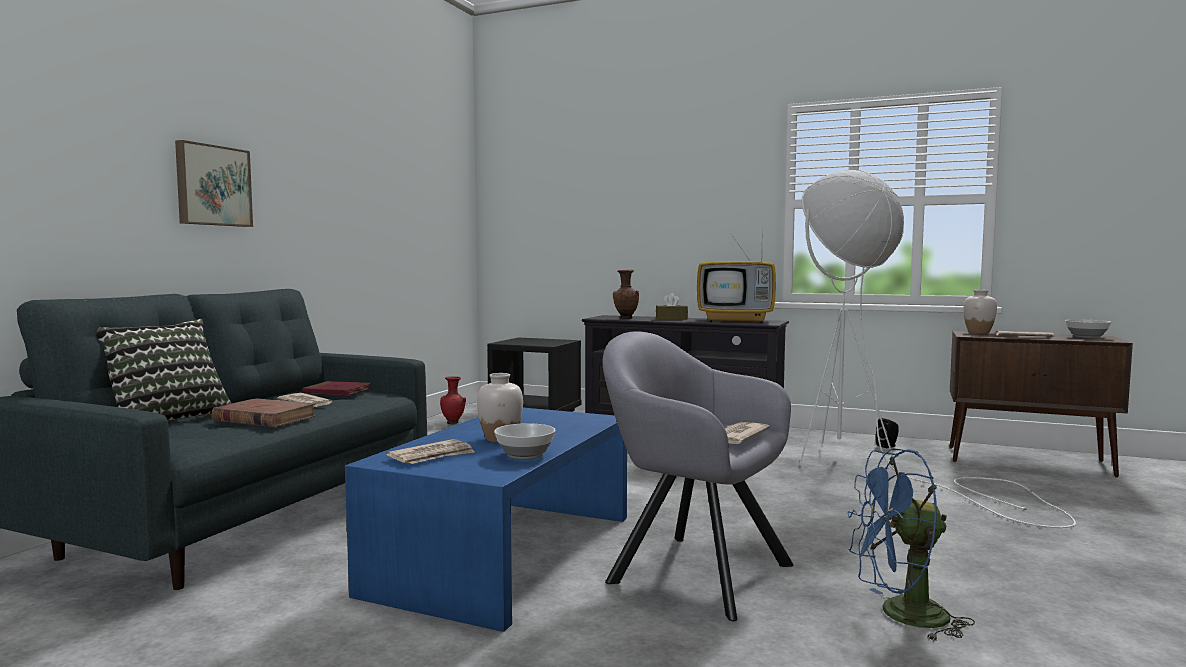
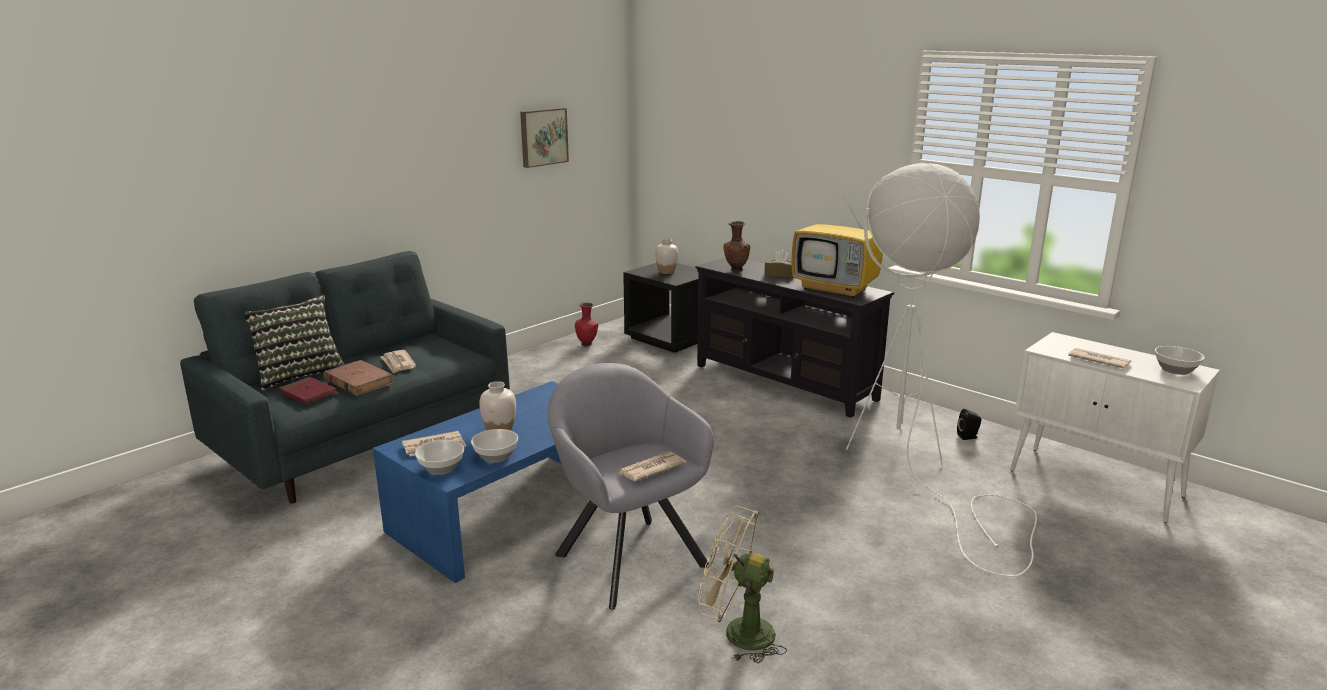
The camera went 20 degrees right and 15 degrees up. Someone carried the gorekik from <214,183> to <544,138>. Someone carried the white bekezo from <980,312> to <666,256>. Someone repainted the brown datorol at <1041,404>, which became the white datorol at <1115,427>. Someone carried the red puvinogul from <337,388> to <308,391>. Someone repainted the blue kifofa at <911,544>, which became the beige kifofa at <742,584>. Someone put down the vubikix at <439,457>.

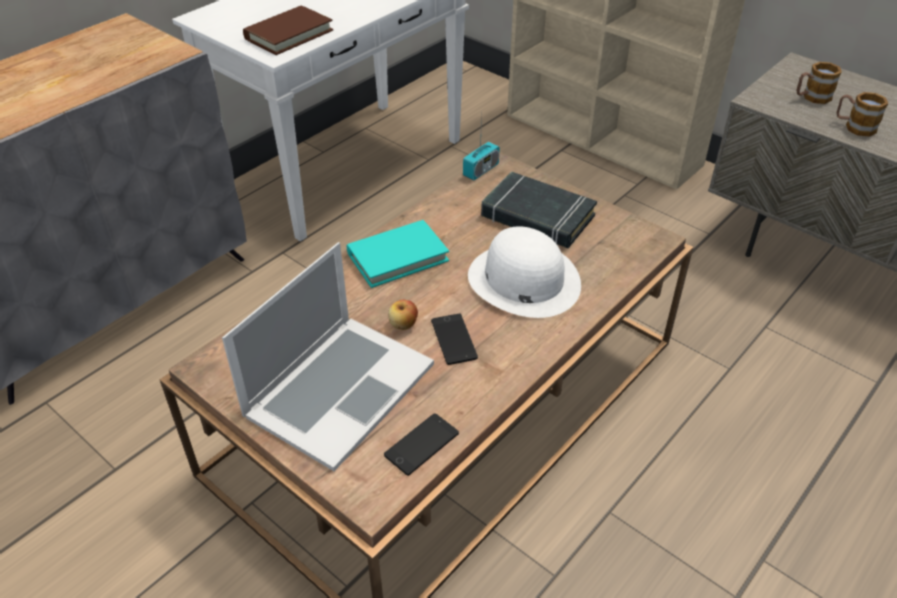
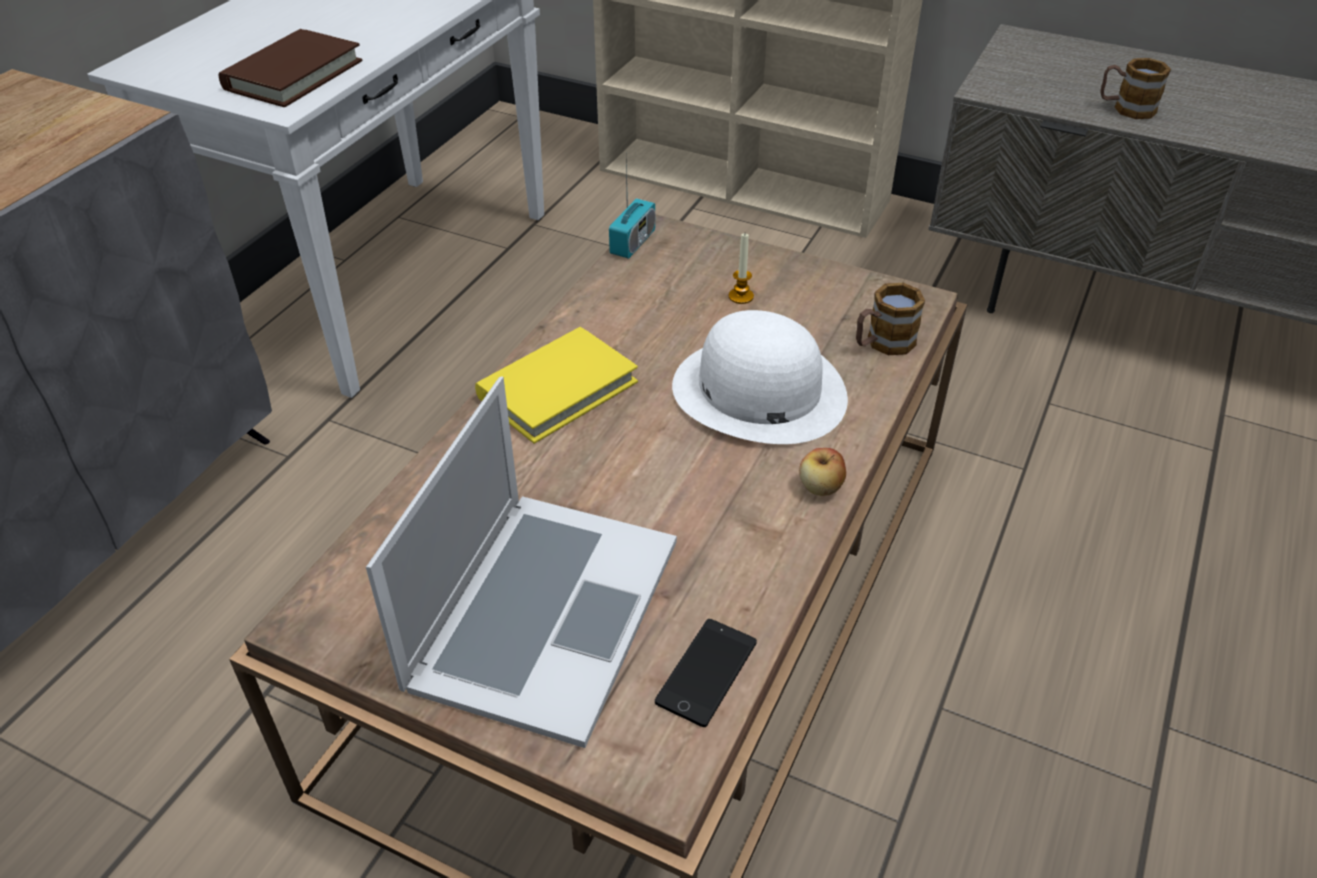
The camera went 15 degrees left and 0 degrees up. Someone carried the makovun from <819,83> to <890,319>. Someone swapped the black puvinogul at <539,209> for the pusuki at <741,269>. Someone repainted the turquoise puvinogul at <398,254>, which became the yellow puvinogul at <556,385>. Someone carried the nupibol from <403,315> to <822,472>. Someone took away the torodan at <454,339>.

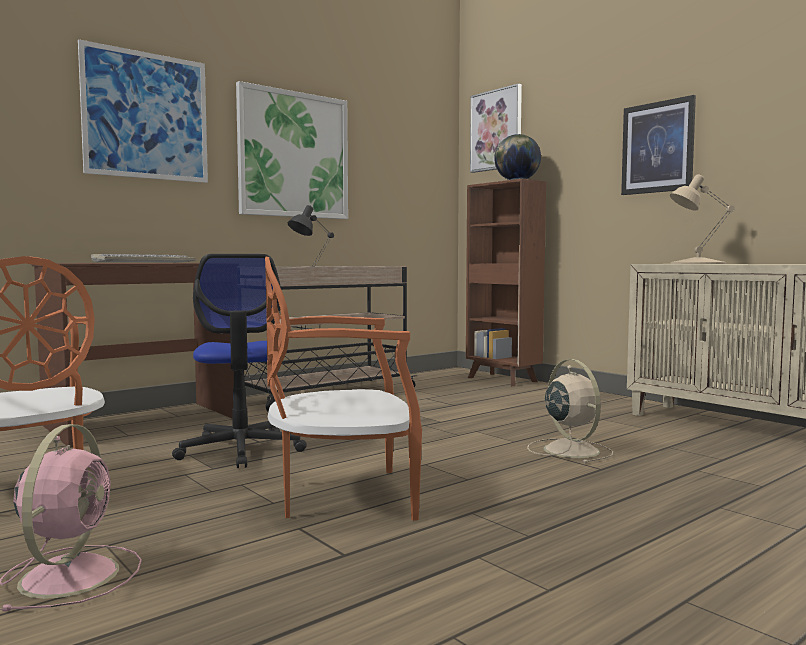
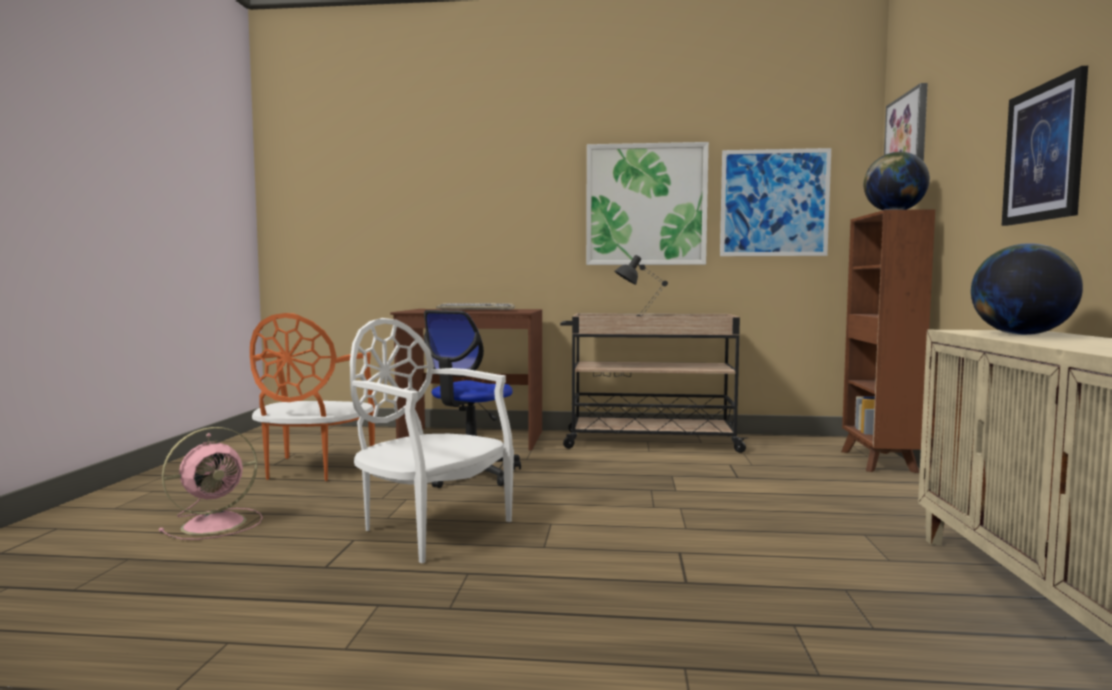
The camera went 45 degrees right and 0 degrees up. Someone carried the gorekik from <143,111> to <775,202>. Someone swapped the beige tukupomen at <702,219> for the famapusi at <1027,289>. Someone repainted the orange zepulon at <343,388>, which became the white zepulon at <432,440>. Someone took away the beige kifofa at <570,411>.

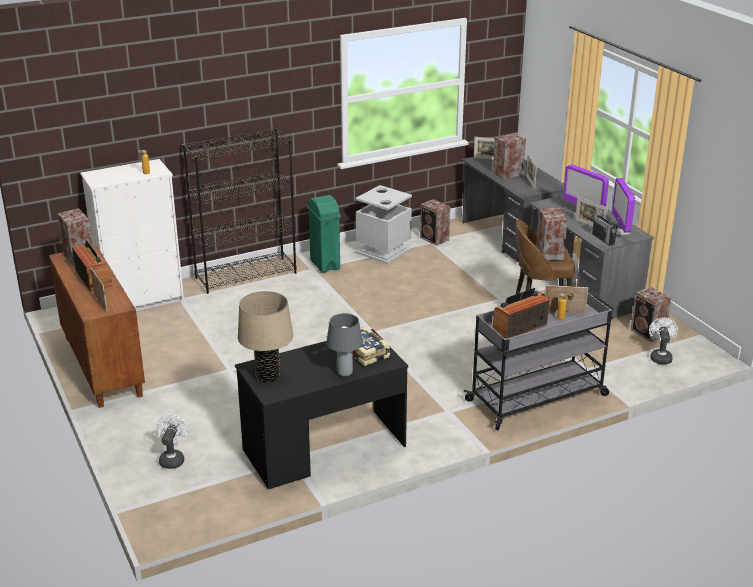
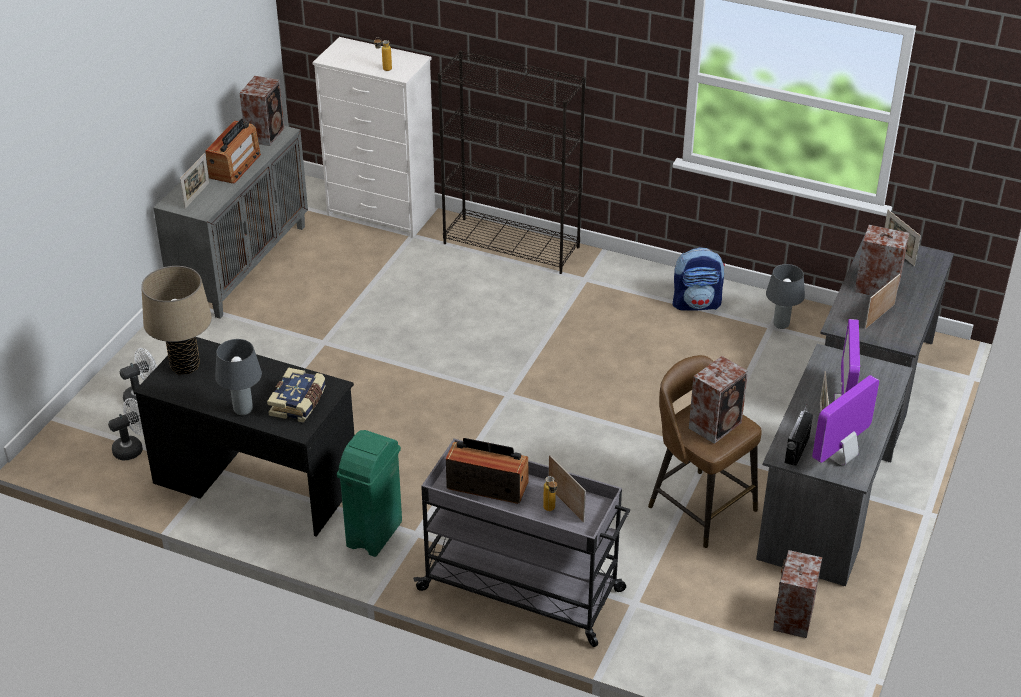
The camera went 50 degrees right and 10 degrees up. Someone swapped the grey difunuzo at <383,224> for the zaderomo at <699,278>. Someone carried the green difunuzo from <324,234> to <369,493>. Someone swapped the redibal at <435,222> for the grey tukupomen at <785,296>. Someone repainted the brown datorol at <97,327>, which became the grey datorol at <230,222>. Someone carried the white kifofa from <663,340> to <126,429>.

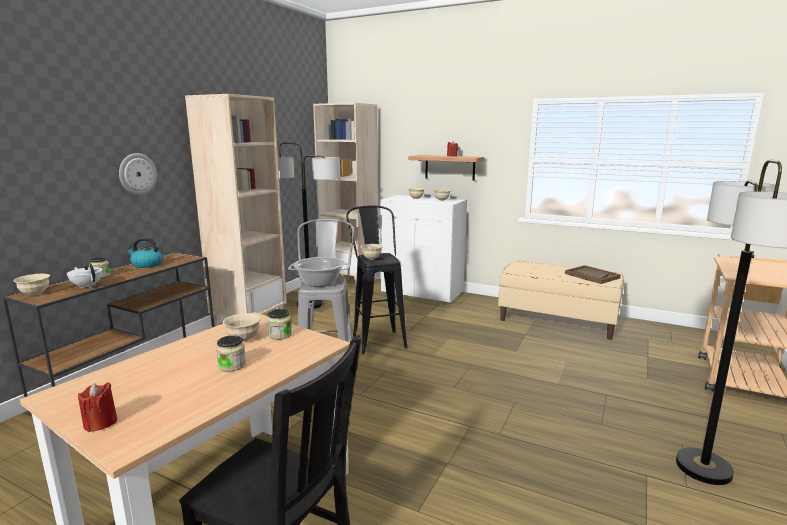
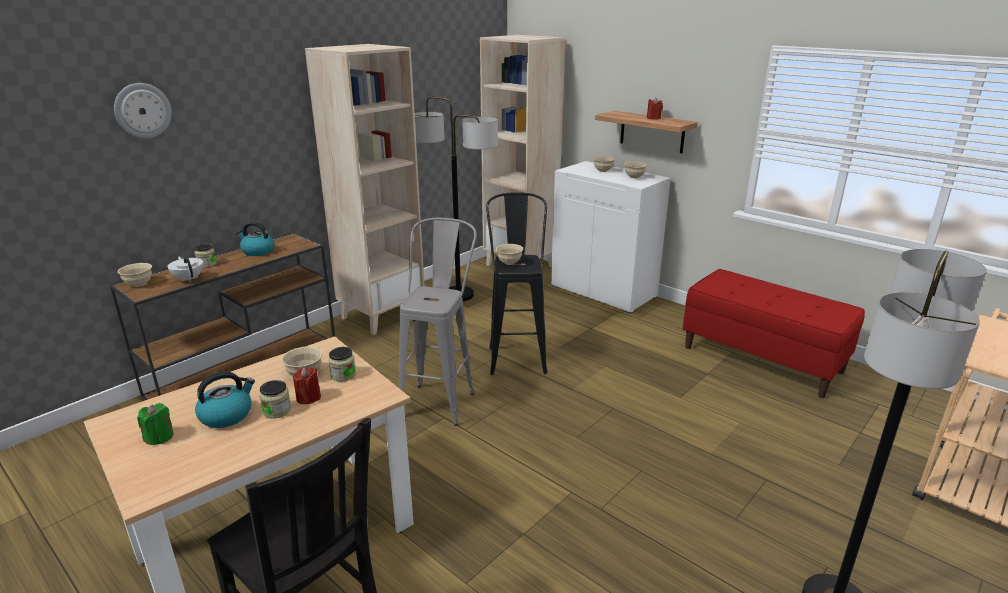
The camera went 15 degrees right and 10 degrees up. Someone carried the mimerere from <138,174> to <143,110>. Someone took away the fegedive at <319,272>. Someone repainted the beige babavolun at <561,300>, which became the red babavolun at <774,333>. Someone took away the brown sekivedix at <593,274>. Someone carried the red pusuki from <97,407> to <307,385>. Someone put down the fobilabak at <225,399>. Someone put down the green pusuki at <155,424>.

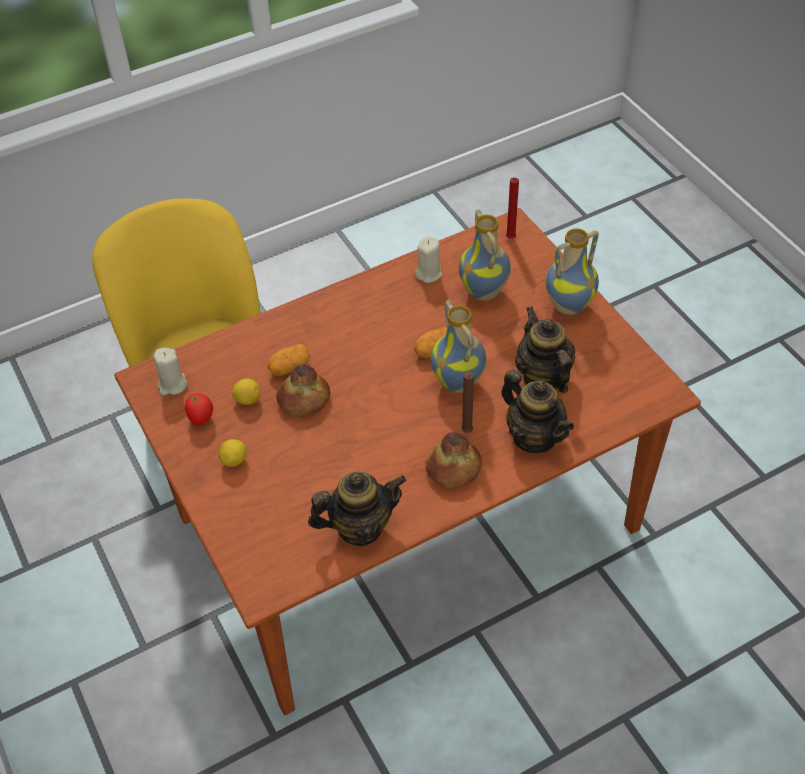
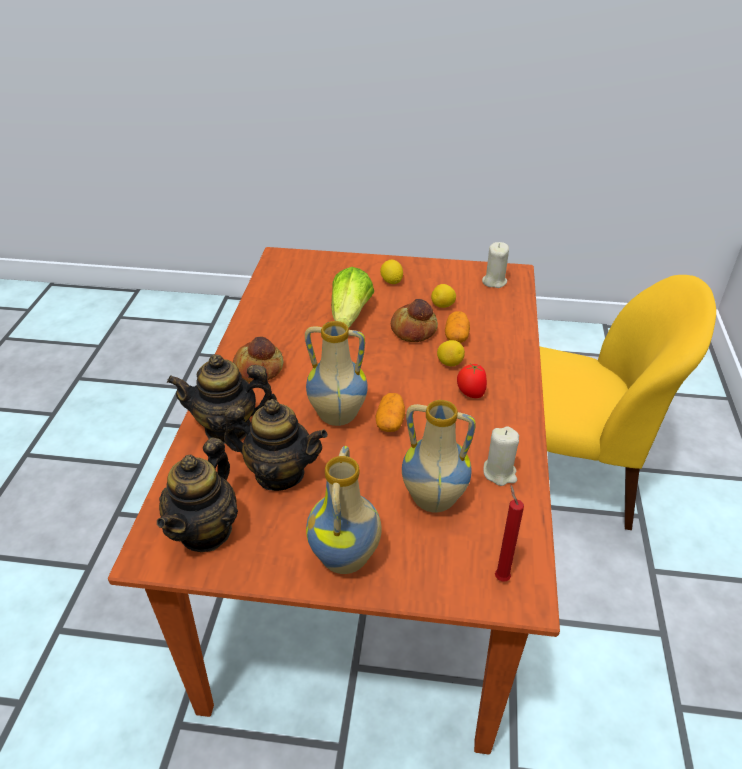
The camera went 125 degrees right and 10 degrees down. Someone took away the brown pusuki at <467,402>. Someone carried the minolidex from <199,410> to <472,381>. Someone carried the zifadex from <357,508> to <197,494>. Someone put down the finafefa at <352,297>. Someone put down the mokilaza at <451,353>.

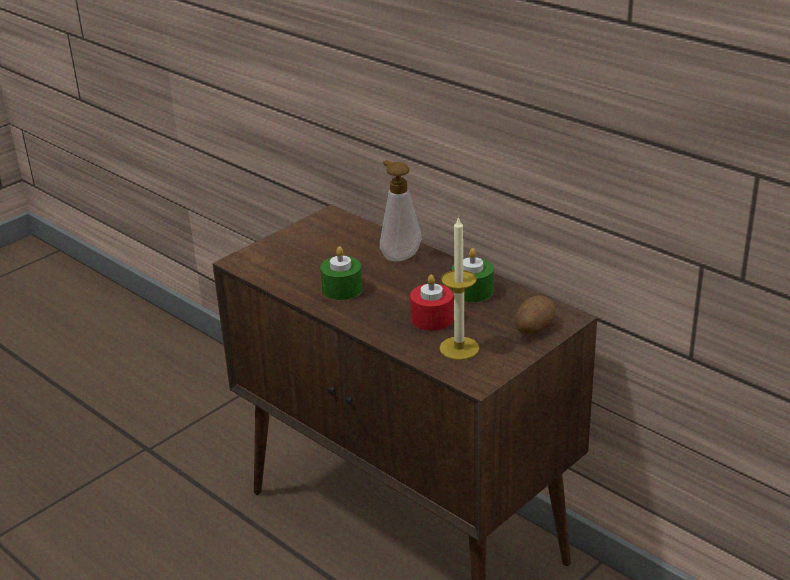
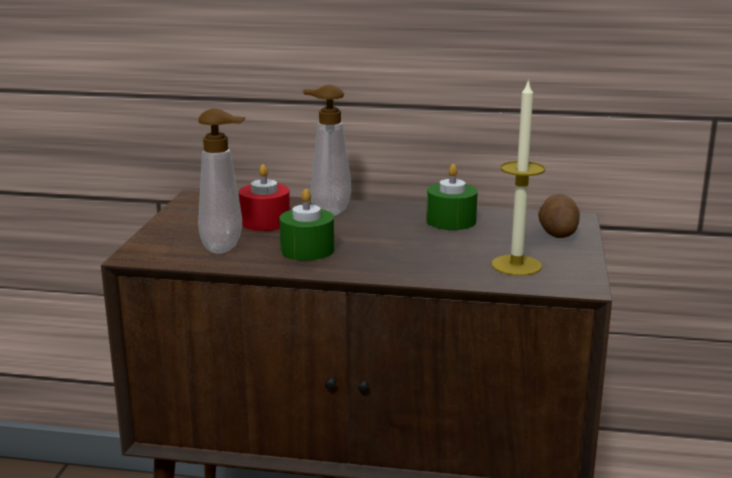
The camera went 35 degrees left and 10 degrees down. Someone carried the red pusuki from <431,302> to <264,197>. Someone put down the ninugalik at <222,181>.

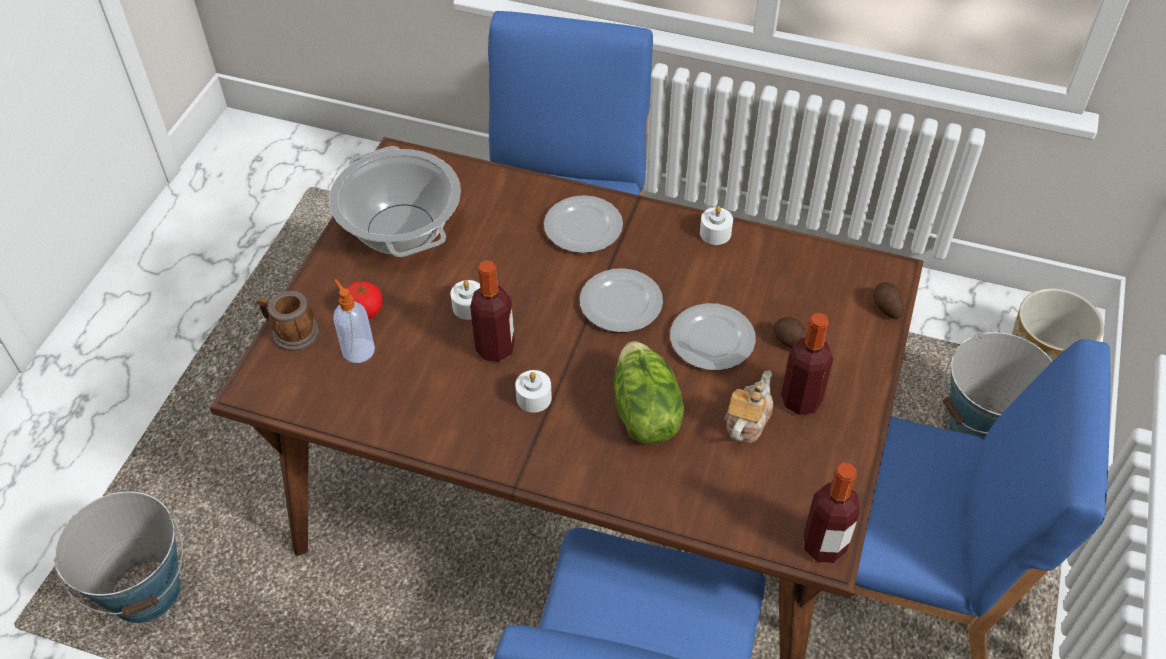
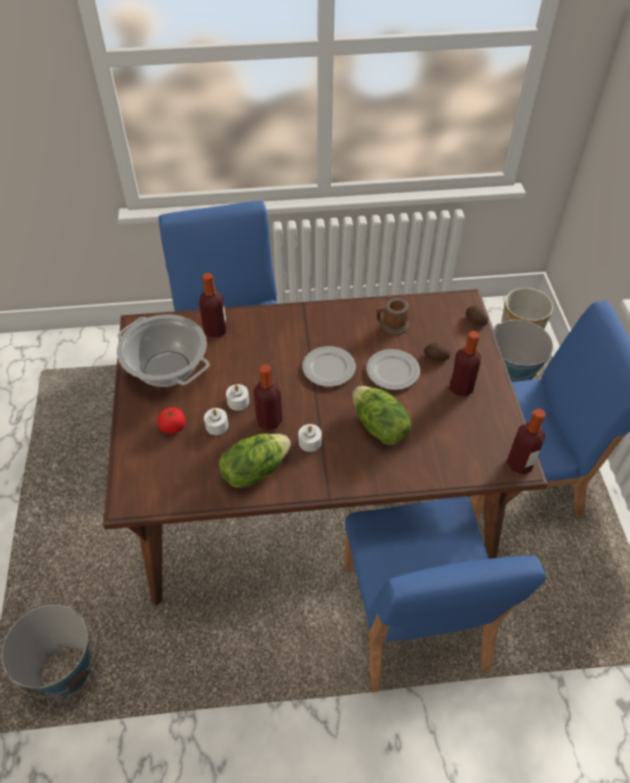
The camera went 25 degrees left and 0 degrees up. Someone took away the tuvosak at <583,224>. Someone carried the white pusuki from <716,225> to <216,421>. Someone took away the ninugalik at <354,321>. Someone carried the makovun from <287,321> to <392,316>. Someone took away the zifadex at <749,407>. Someone put down the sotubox at <213,305>. Someone put down the finafefa at <254,461>.

